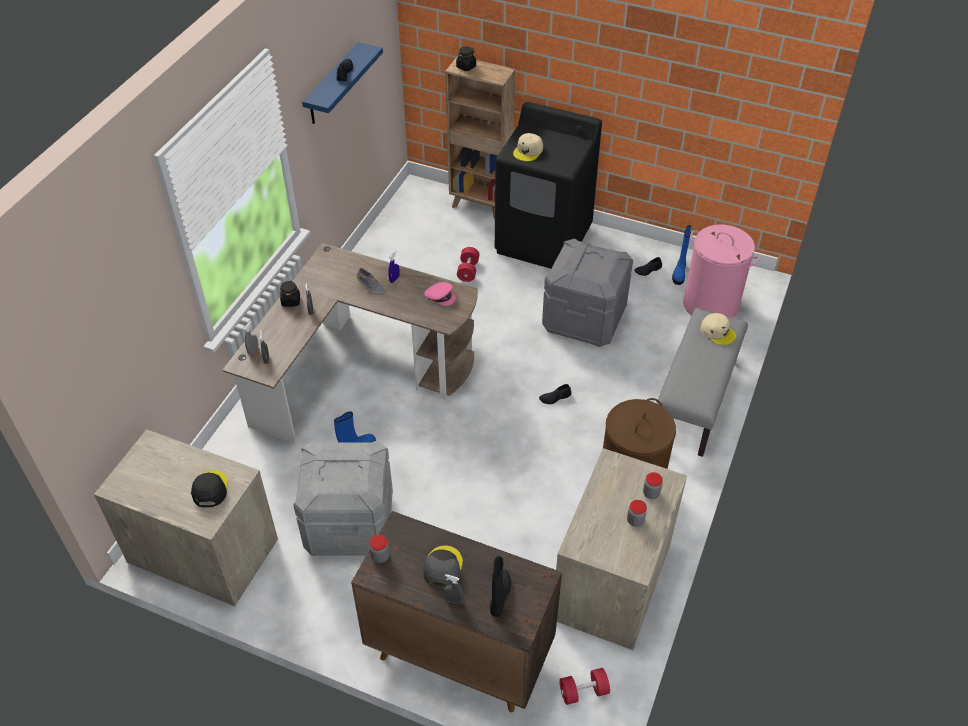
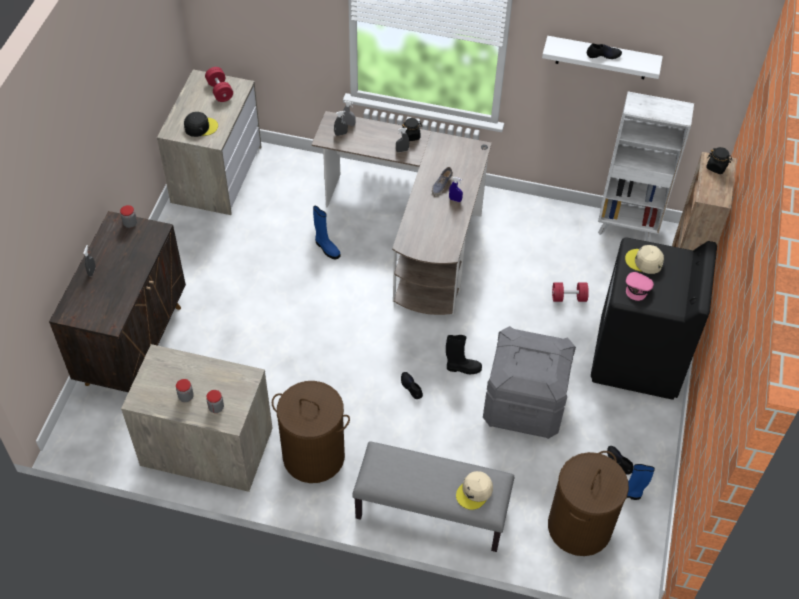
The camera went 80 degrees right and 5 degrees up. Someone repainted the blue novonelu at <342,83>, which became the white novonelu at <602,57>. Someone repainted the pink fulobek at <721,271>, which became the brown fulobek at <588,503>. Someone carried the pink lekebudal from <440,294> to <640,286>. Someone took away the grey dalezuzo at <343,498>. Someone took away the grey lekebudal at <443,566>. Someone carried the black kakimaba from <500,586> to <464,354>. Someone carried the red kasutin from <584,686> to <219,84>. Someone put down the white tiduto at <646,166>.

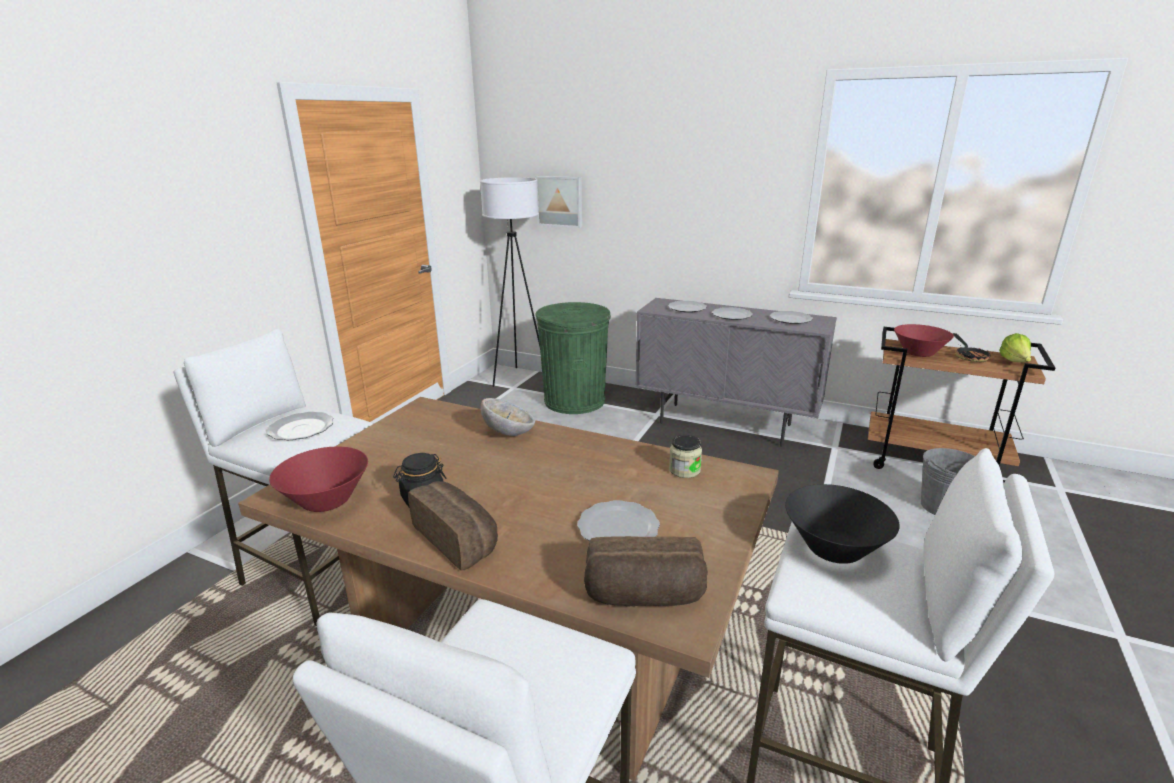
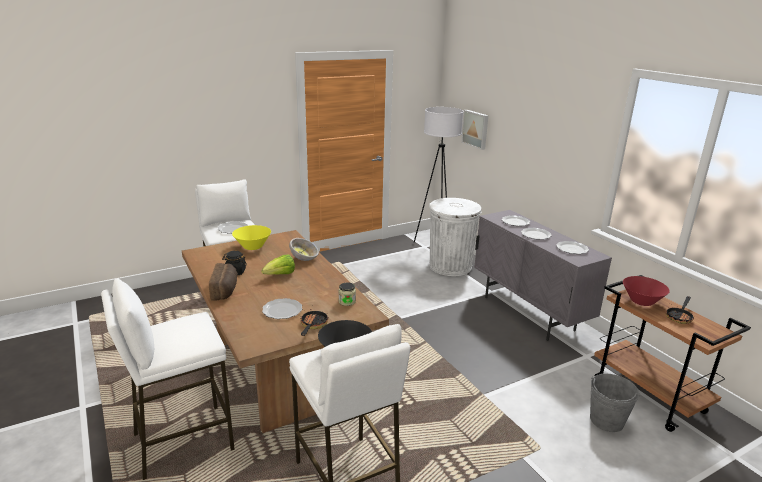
The camera went 35 degrees right and 0 degrees up. Someone repainted the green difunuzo at <573,358>, which became the white difunuzo at <455,237>. Someone carried the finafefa from <1015,347> to <278,265>. Someone took away the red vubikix at <318,479>. Someone took away the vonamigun at <646,571>. Someone put down the yellow vubikix at <251,237>. Someone put down the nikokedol at <314,322>.

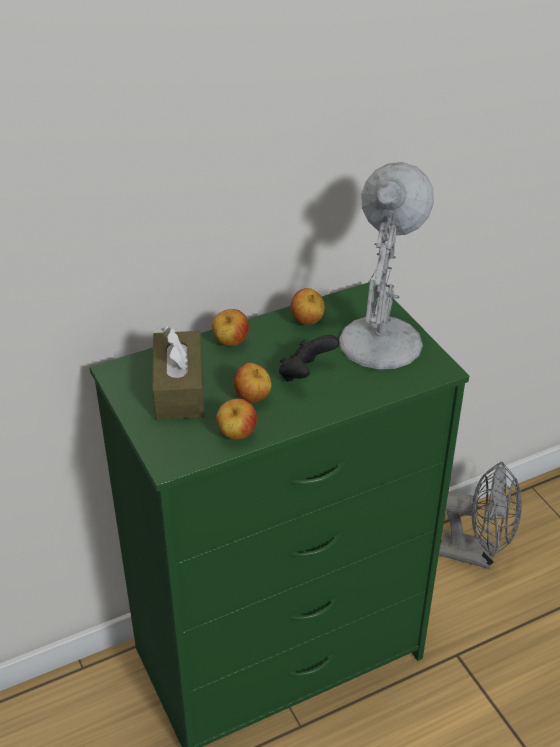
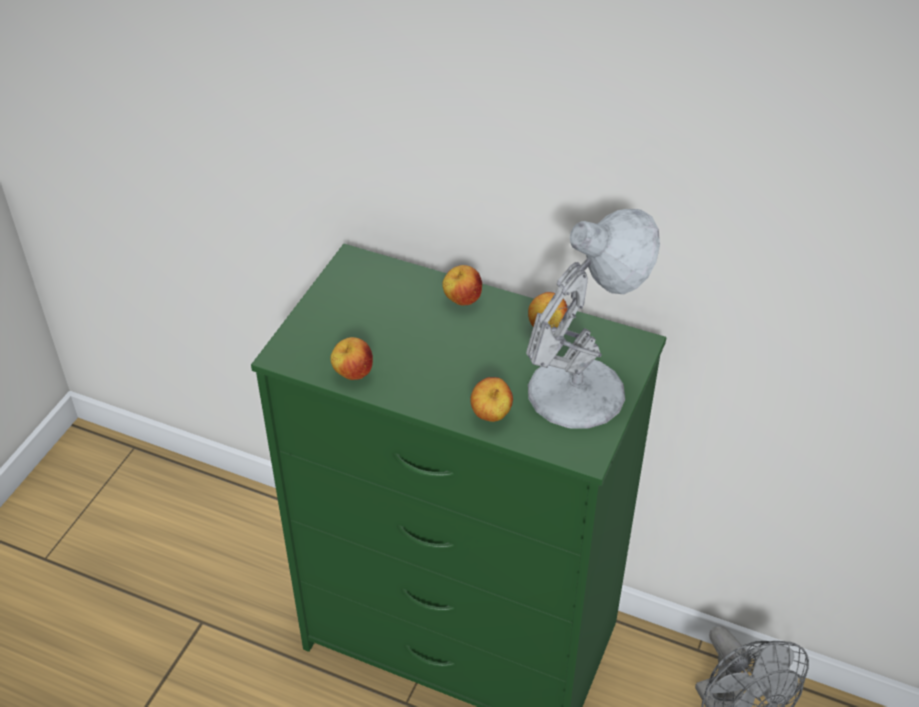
The camera went 50 degrees right and 5 degrees up. Someone took away the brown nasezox at <178,373>. Someone took away the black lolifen at <309,358>. Someone carried the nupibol from <253,383> to <491,399>.

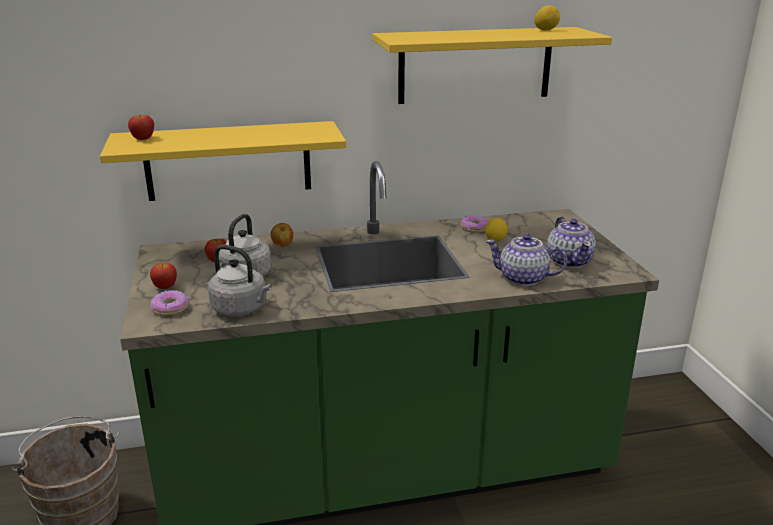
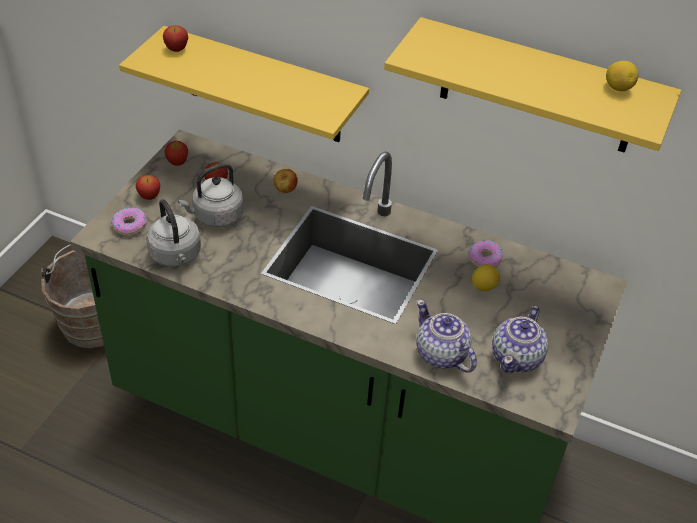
The camera went 35 degrees right and 20 degrees up. Someone put down the nupibol at <176,153>.

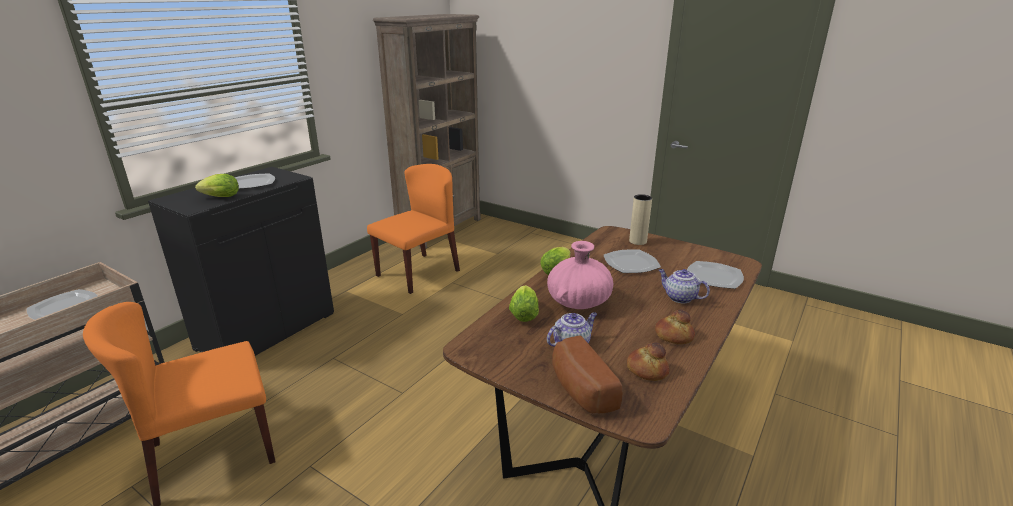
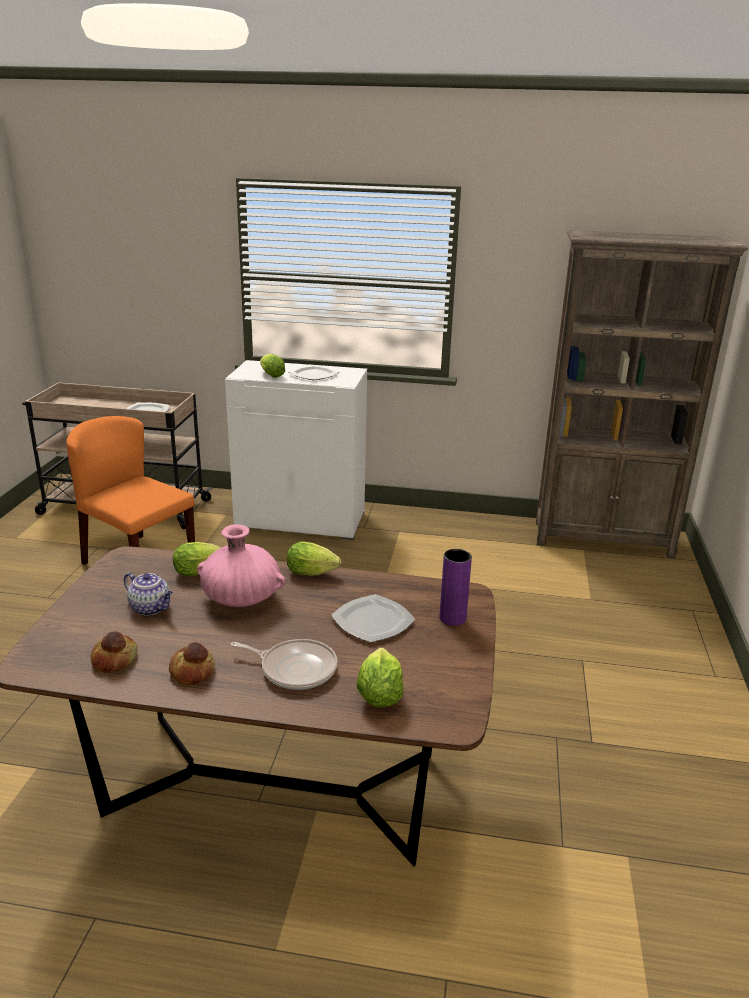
The camera went 65 degrees right and 0 degrees up. Someone took away the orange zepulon at <413,229>. Someone repainted the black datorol at <241,261>, which became the white datorol at <296,450>. Someone repainted the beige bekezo at <640,219>, which became the purple bekezo at <456,587>. Someone swapped the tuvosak at <715,275> for the finafefa at <380,678>. Someone swapped the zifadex at <684,286> for the nikokedol at <284,664>. Someone took away the vonamigun at <587,374>.

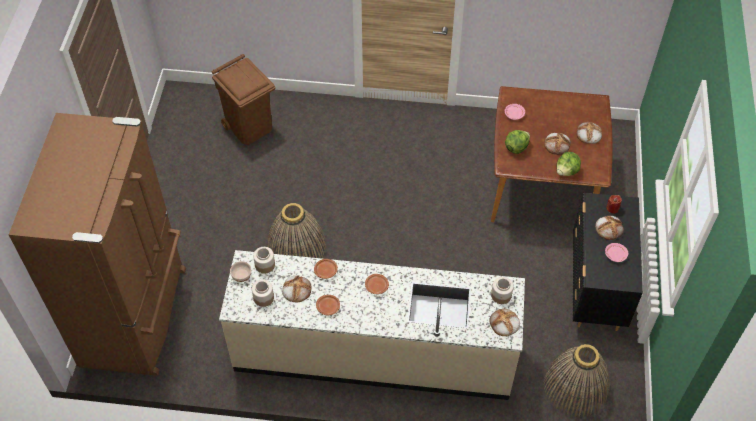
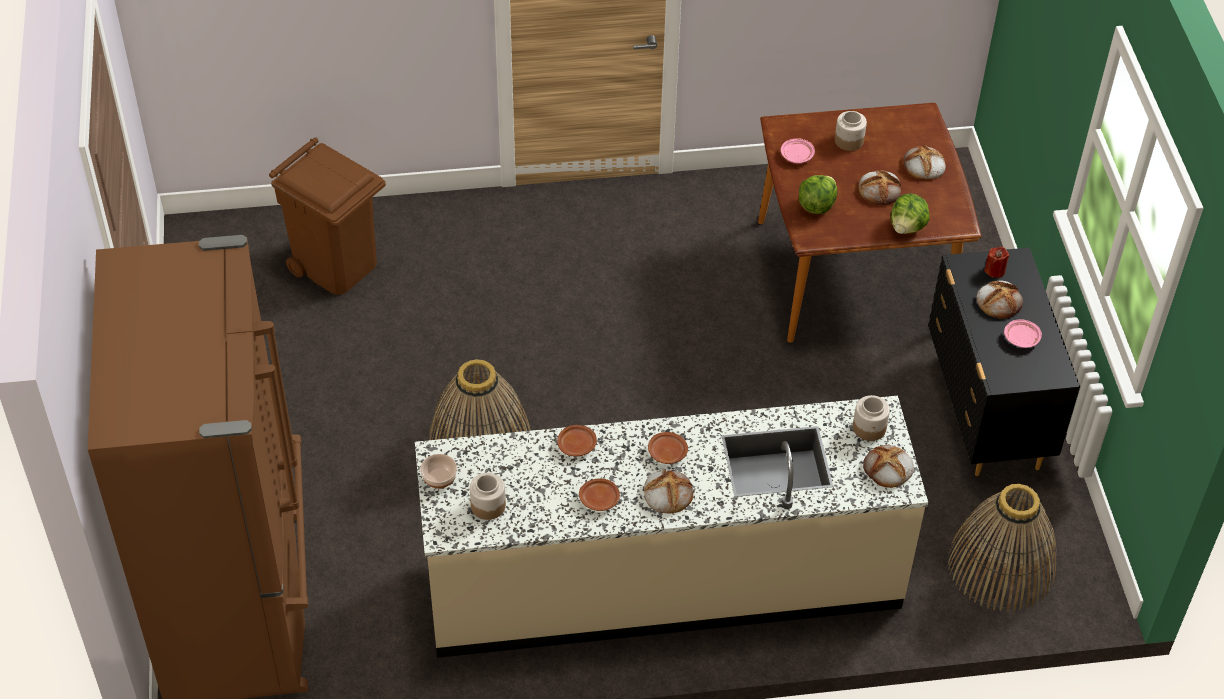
The camera went 15 degrees left and 5 degrees down. Someone carried the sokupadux from <264,260> to <851,131>. Someone carried the vonamigun from <296,288> to <668,491>.

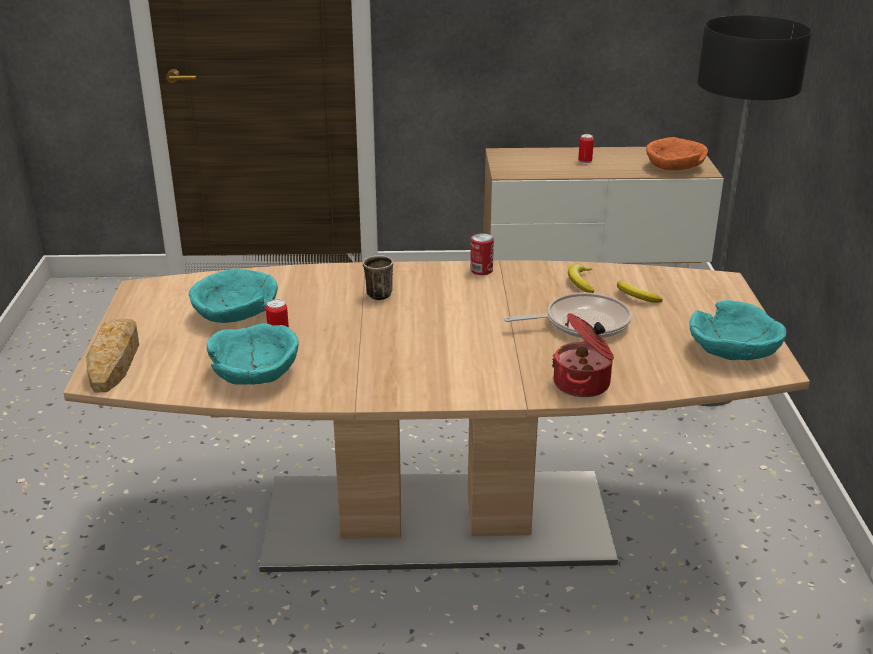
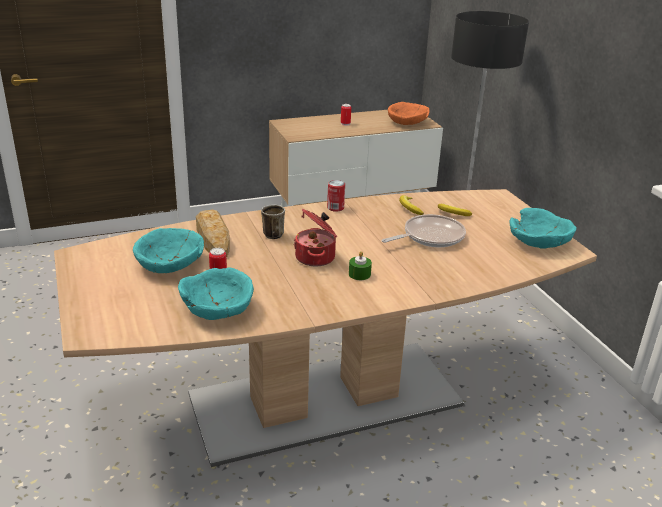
The camera went 20 degrees left and 0 degrees up. Someone carried the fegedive from <583,355> to <315,238>. Someone carried the vonamigun from <112,355> to <213,233>. Someone put down the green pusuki at <360,265>.

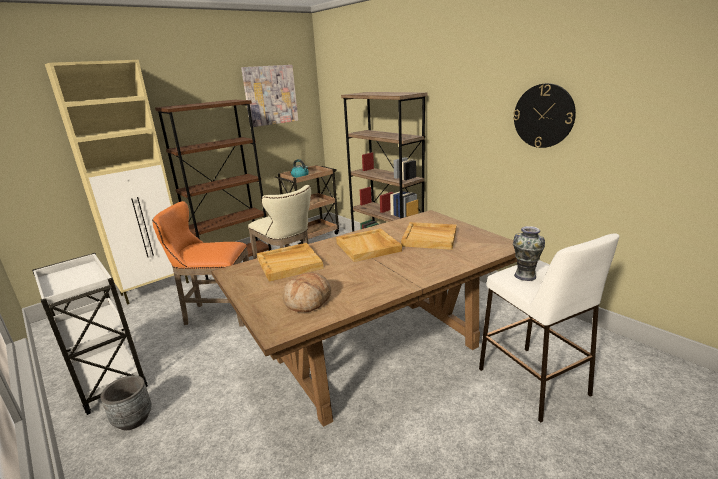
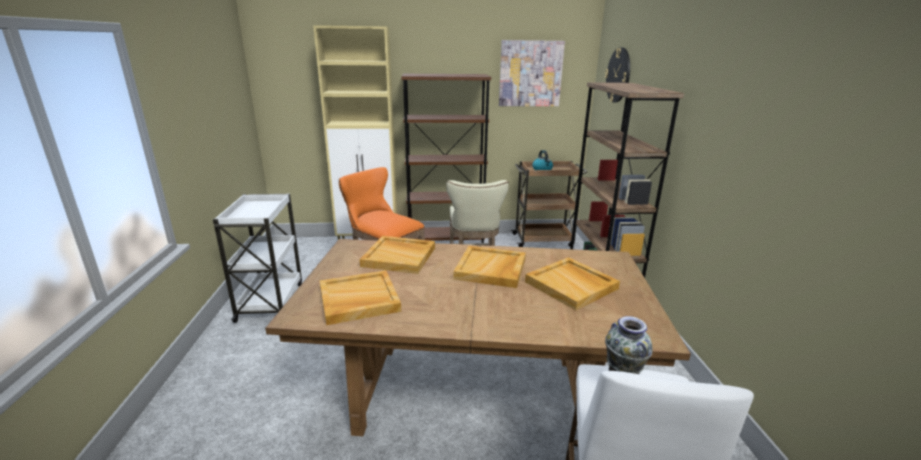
The camera went 35 degrees right and 0 degrees up. Someone carried the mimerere from <544,115> to <617,74>. Someone swapped the vonamigun at <307,292> for the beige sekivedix at <360,297>. Someone took away the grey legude at <126,402>.

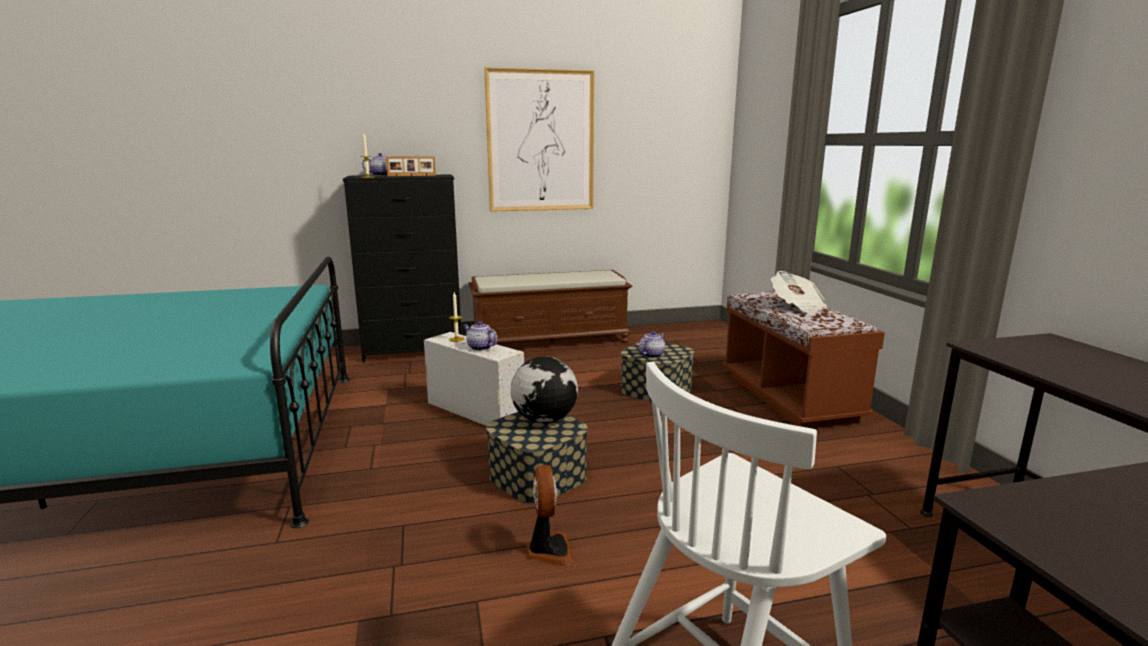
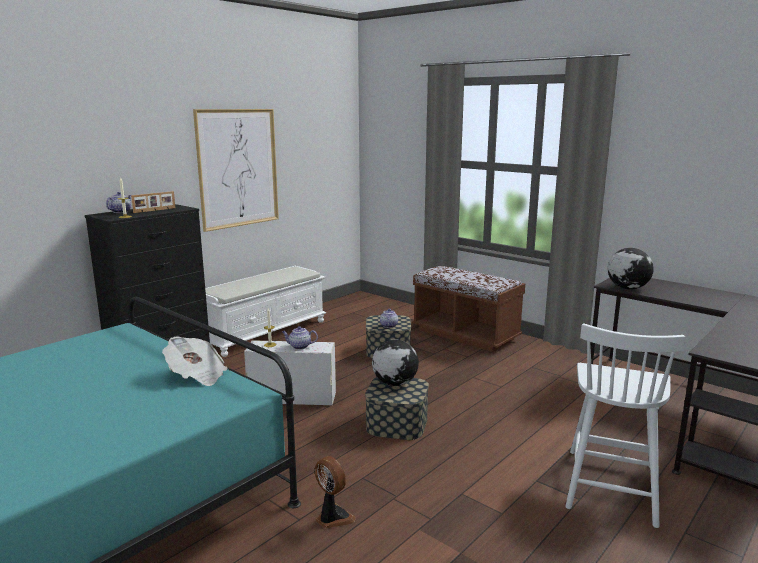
The camera went 35 degrees left and 0 degrees up. Someone repainted the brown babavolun at <550,306>, which became the white babavolun at <265,311>. Someone carried the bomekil from <799,293> to <195,361>. Someone carried the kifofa from <550,515> to <335,492>. Someone put down the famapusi at <631,268>.

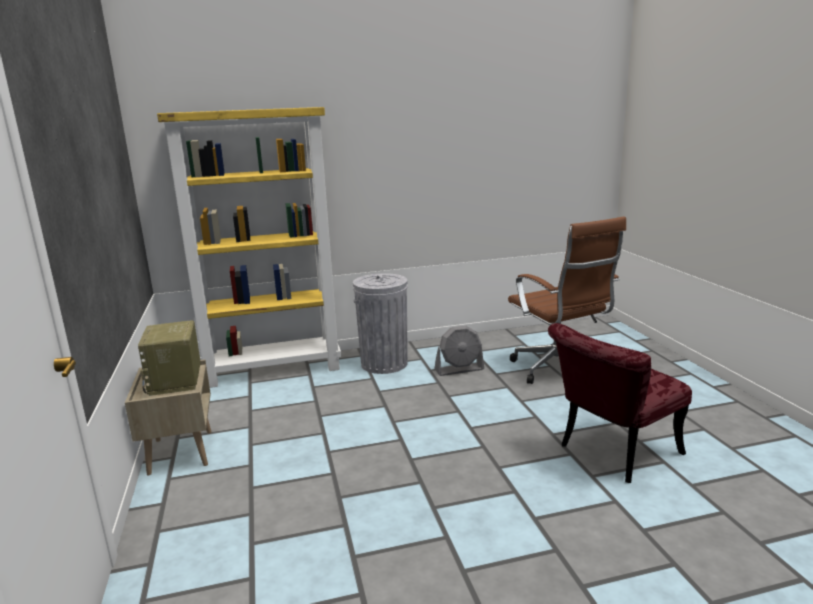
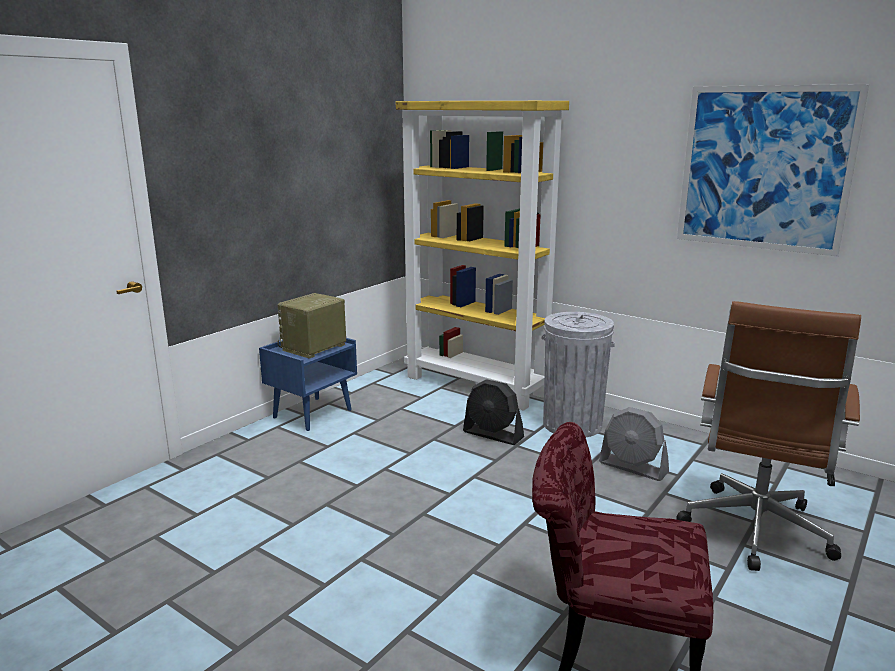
The camera went 50 degrees right and 0 degrees up. Someone repainted the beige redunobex at <168,417>, which became the blue redunobex at <308,384>. Someone put up the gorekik at <773,170>. Someone put down the black kifofa at <493,412>.

